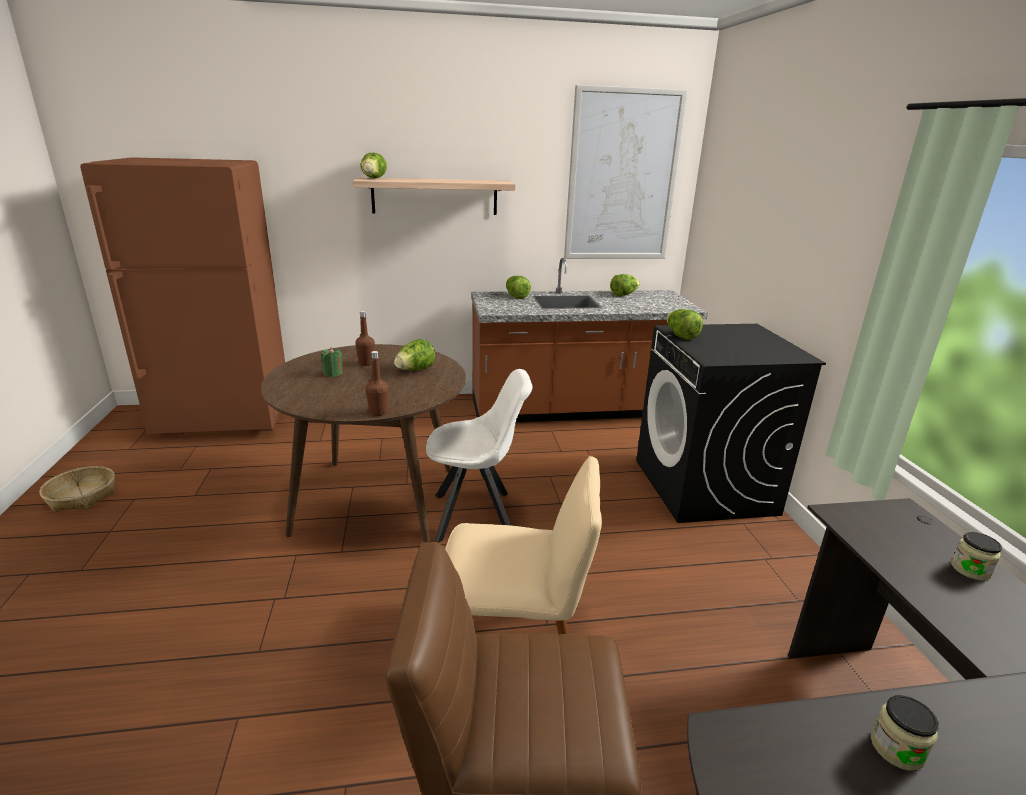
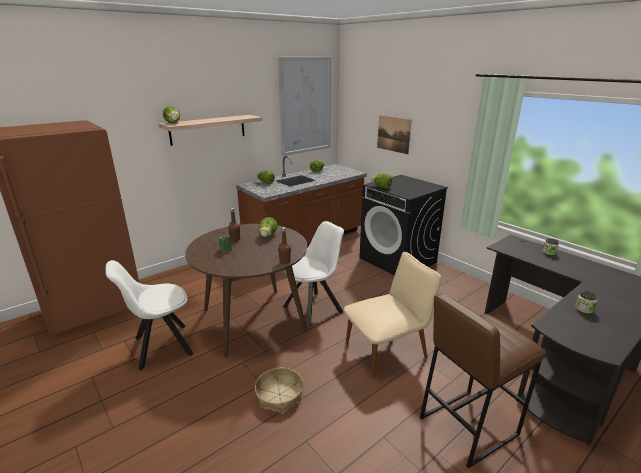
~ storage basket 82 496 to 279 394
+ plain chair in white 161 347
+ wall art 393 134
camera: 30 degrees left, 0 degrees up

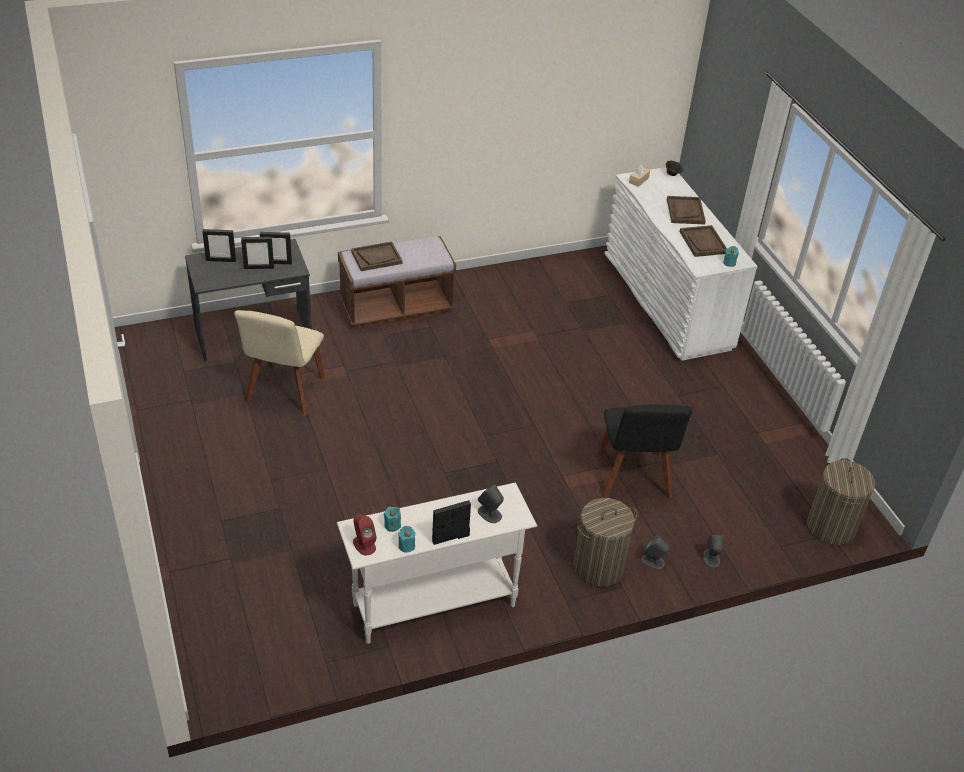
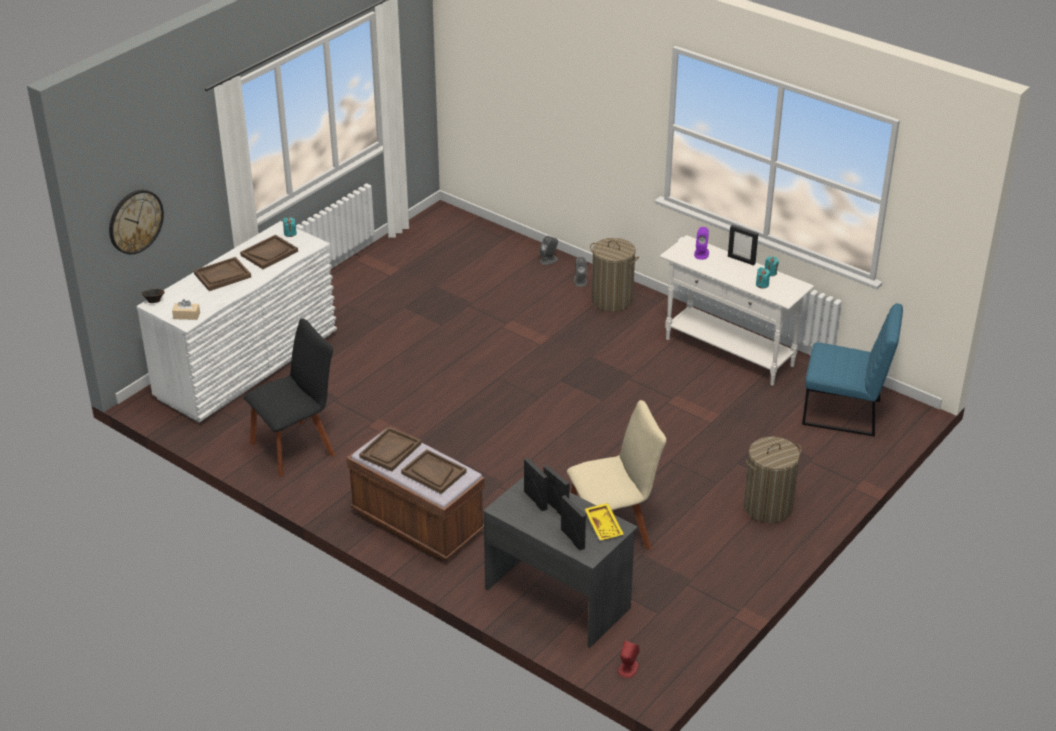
~ speaker in reddish 364 544 to 628 668
~ speaker in gray 490 514 to speaker in purple 701 253
~ plain chair in black-coloured 634 478 to 296 447
~ laundry basket 831 527 to 768 507
+ clock on the wall 135 221
+ tray in brown 390 451
+ tray in yellowish 604 526
+ plain chair in blue-coloured 844 413
camera: 120 degrees left, 5 degrees down

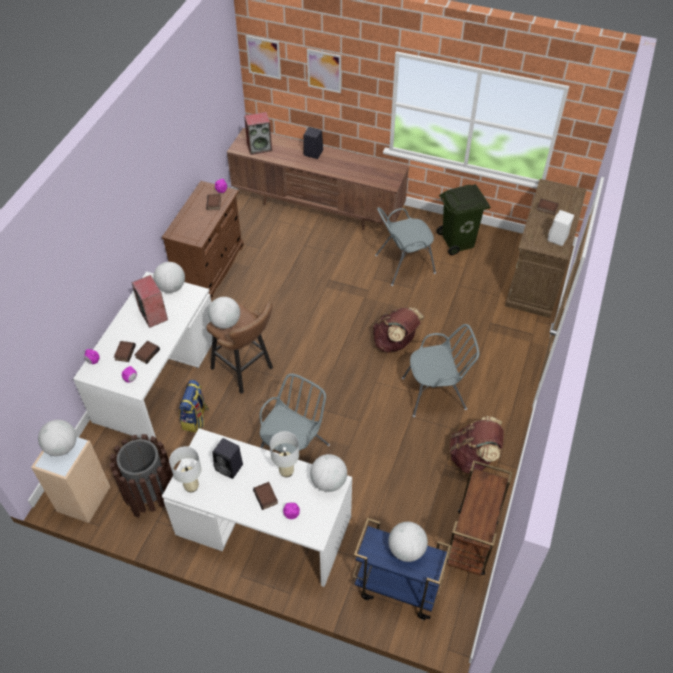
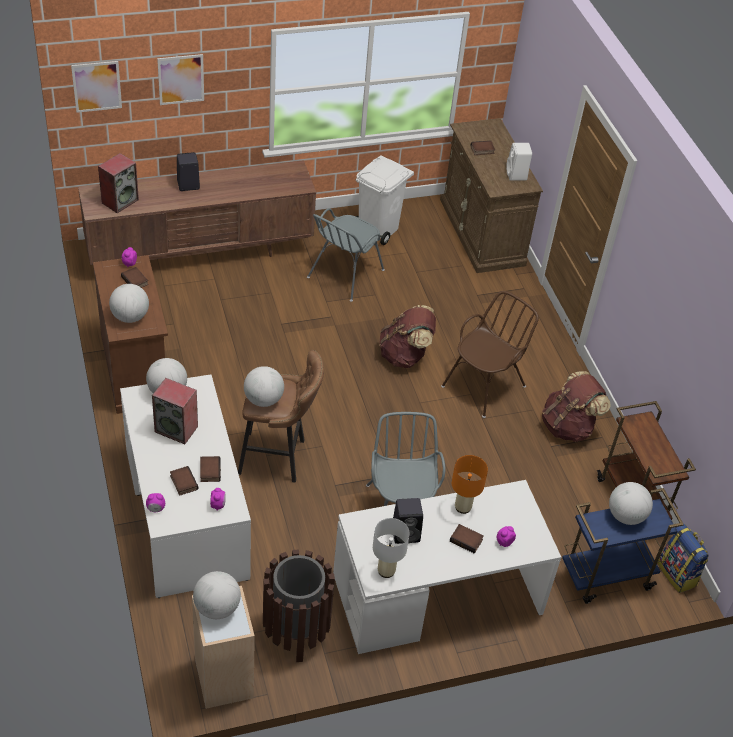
~ backpack 195 419 to 678 574
~ tabletop lamp in white 286 471 to tabletop lamp in orange-coloured 462 507
~ world globe 328 482 to 130 317
~ plain chair in gray 436 392 to plain chair in brown 485 384
~ rubbish bin in greenish 458 242 to rubbish bin in white 379 228
camera: 40 degrees left, 5 degrees down

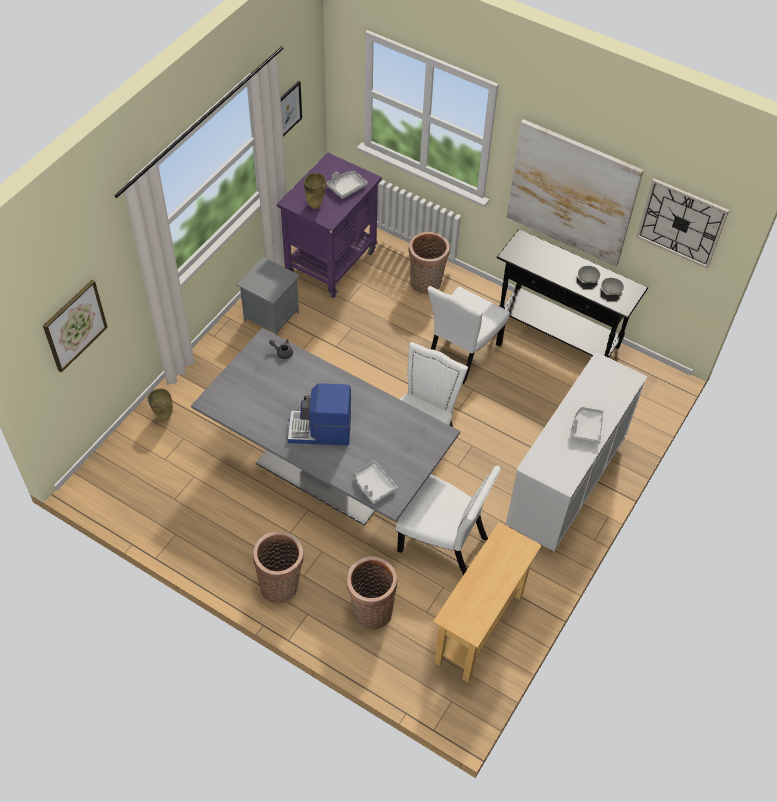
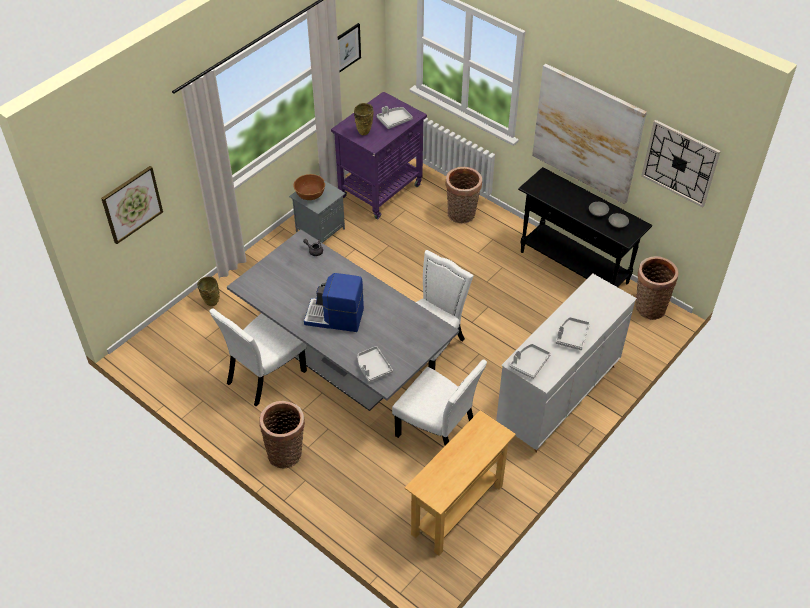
~ storage basket 371 610 to 648 307
~ plain chair in white 462 352 to 266 374
+ bowl in brown 310 194
+ tray in gray 529 363
camera: 10 degrees right, 5 degrees down

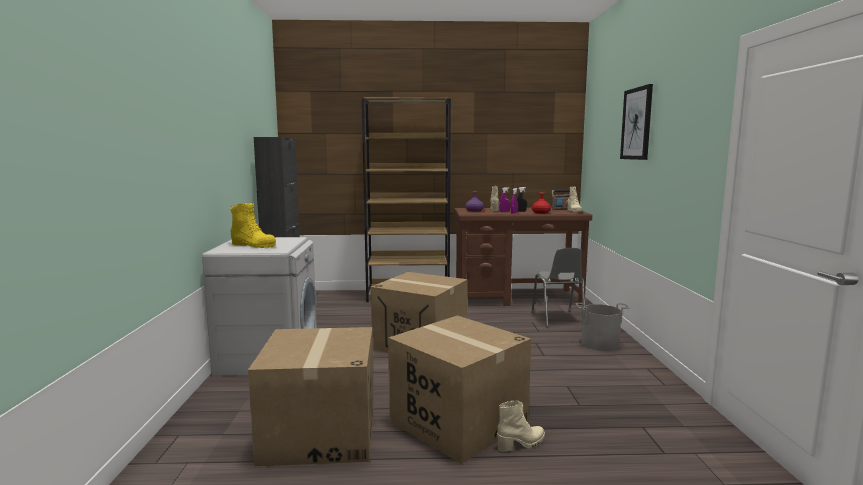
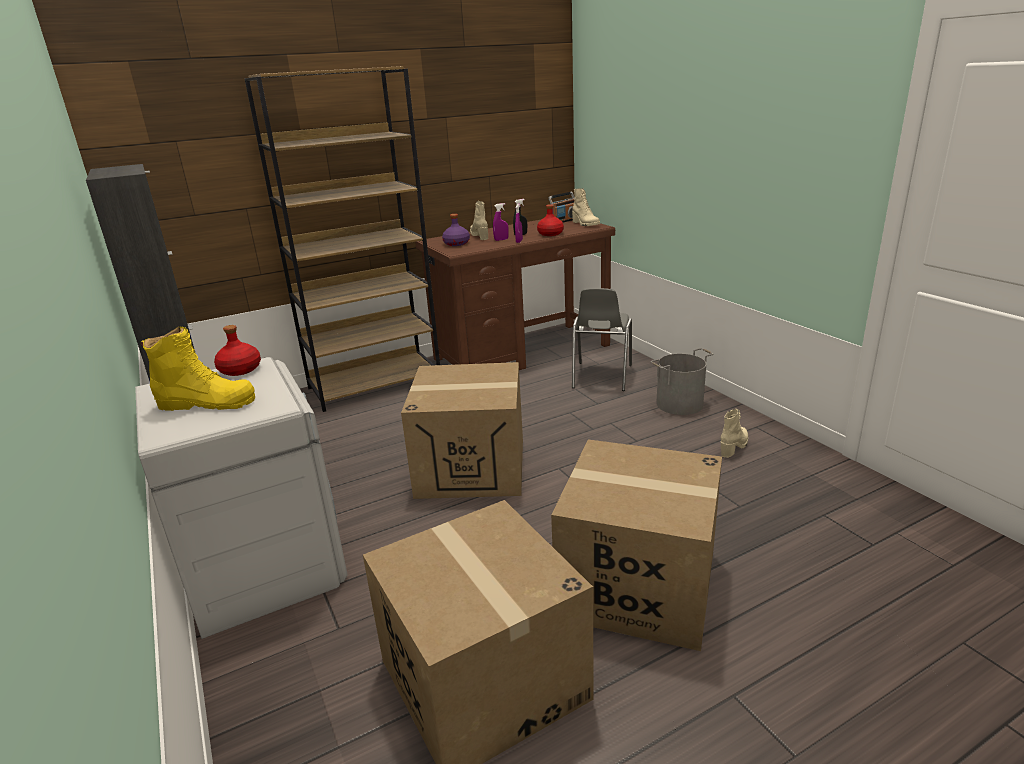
~ high-top boot in beige 521 444 to 734 446
~ plain chair in gray 557 319 = 601 377 45 degrees clockwise
- wall art 637 124
+ beverage bottle in reddish 239 370
camera: 25 degrees left, 15 degrees up

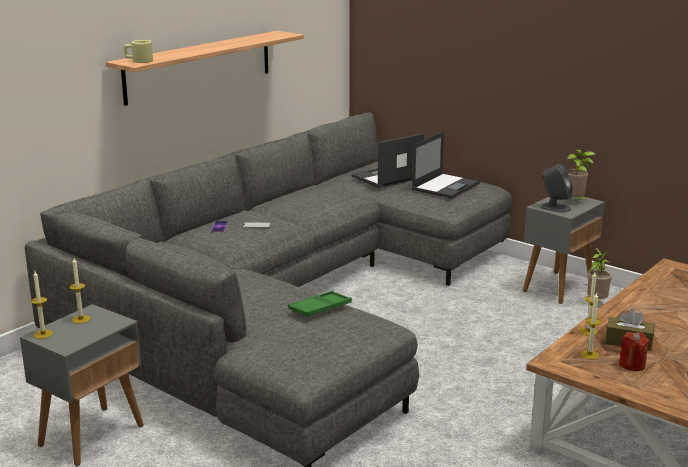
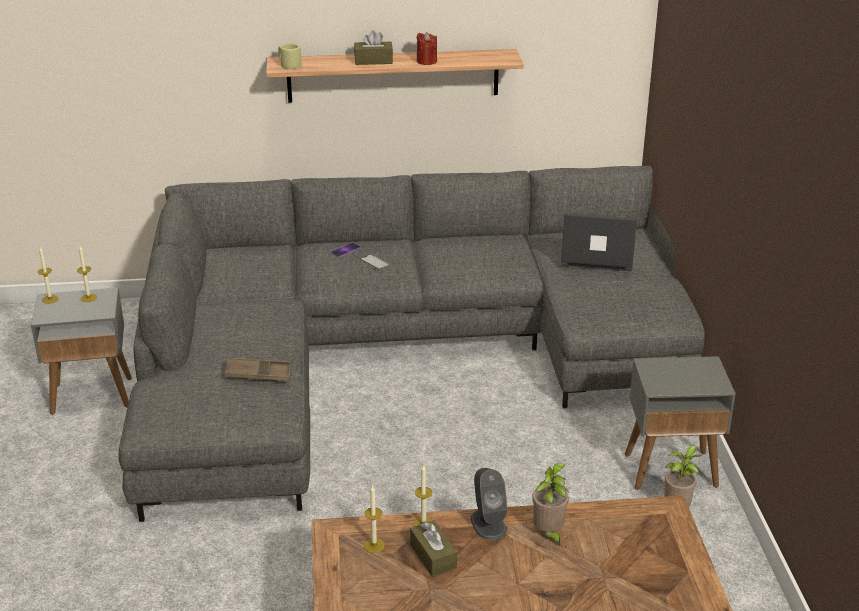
~ tray in greenish 320 308 to tray in brown 258 374
- laptop 446 186
~ speaker in gray 555 208 to 488 524
~ potted plant 575 202 to 548 534
~ wax light in reddish 632 365 to 426 61
+ tissue box in brown 373 61
camera: 45 degrees right, 10 degrees up

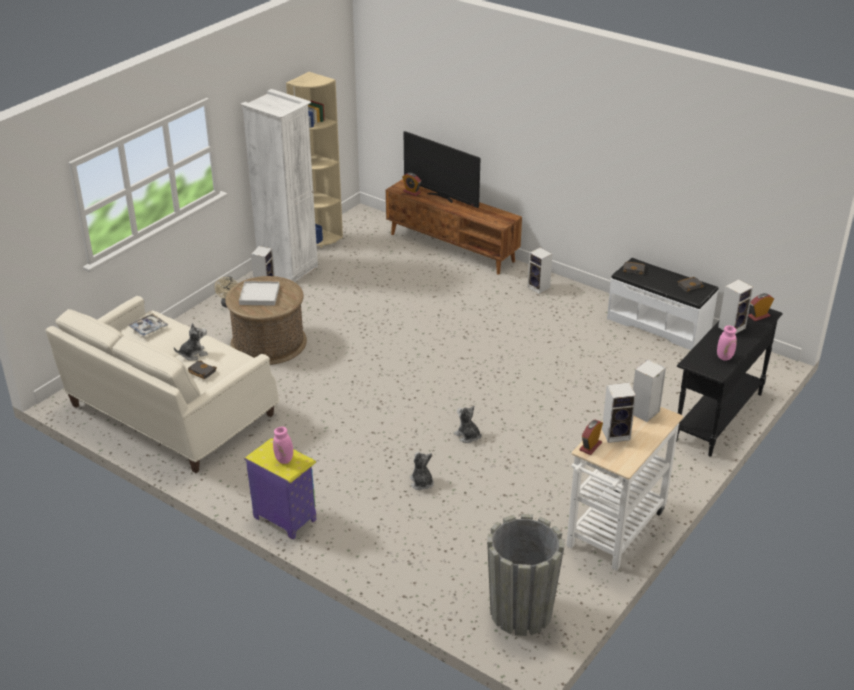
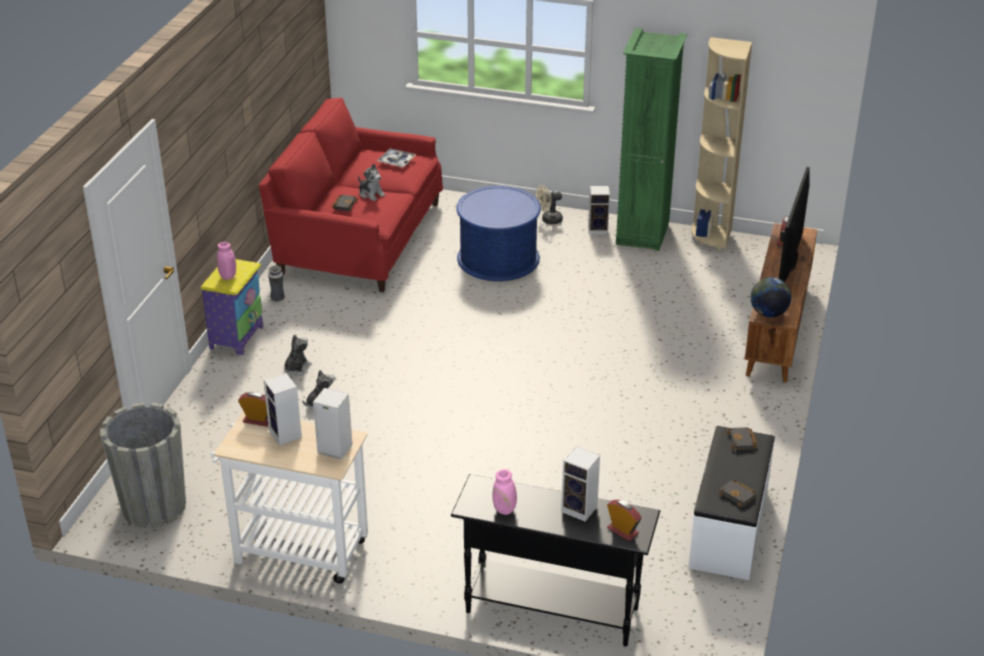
~ couch in white 170 412 to couch in reddish 358 238
~ lounge table in brown 268 343 to lounge table in blue-coloured 498 259
- tray in white 259 295
~ cupboard in white 288 268 to cupboard in greenish 643 234
~ cuddly toy 467 436 to 296 368
- speaker 539 288
+ vase 278 299
+ world globe 768 314
camera: 70 degrees right, 0 degrees up

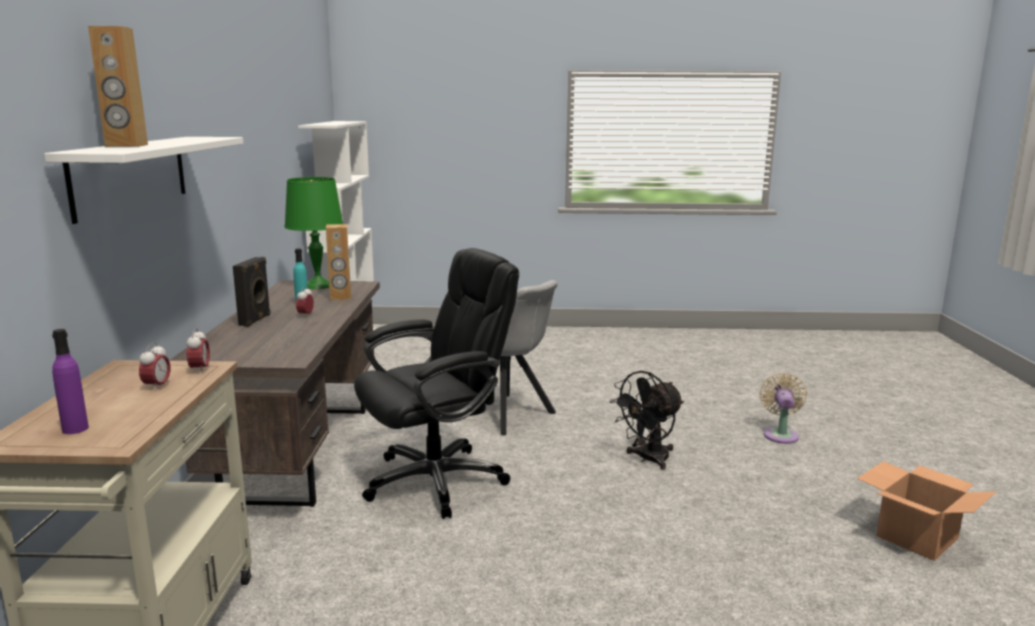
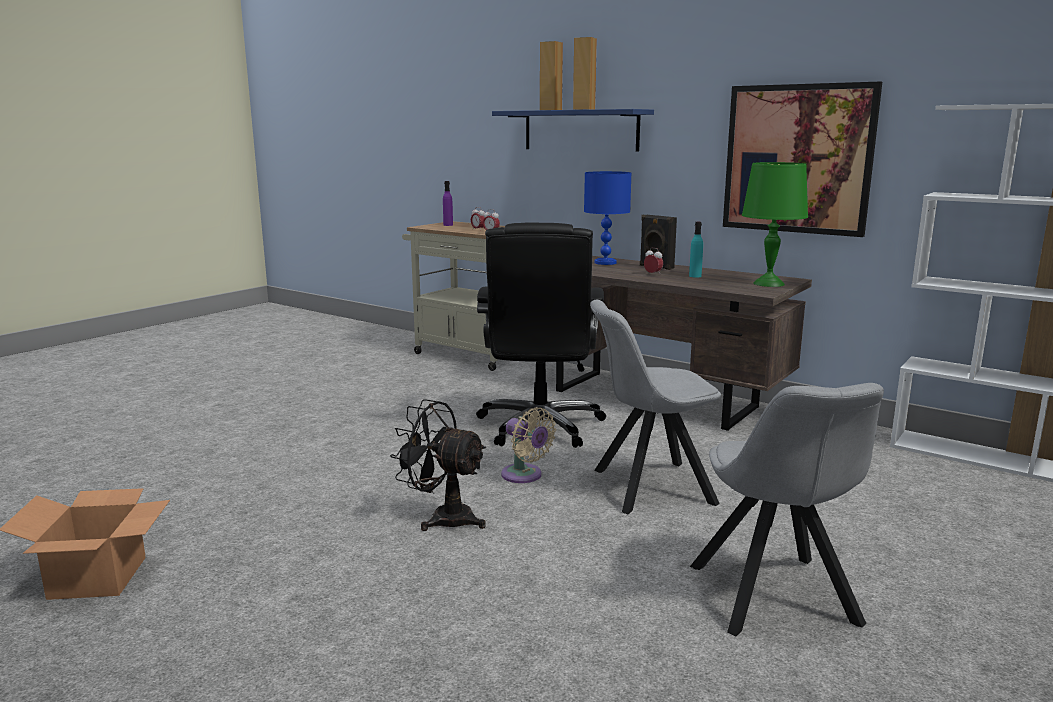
~ wall shelf in white 131 175 to wall shelf in blue-coloured 580 130
~ speaker in brown 340 297 to 583 109
~ cooling fan in black-coloured 647 459 = 443 517 60 degrees counterclockwise
~ cooling fan in beige 780 434 to 524 476
+ tabletop lamp in blue-coloured 606 263
+ plain chair in gray 774 597
+ wall art 797 159
camera: 125 degrees right, 0 degrees up

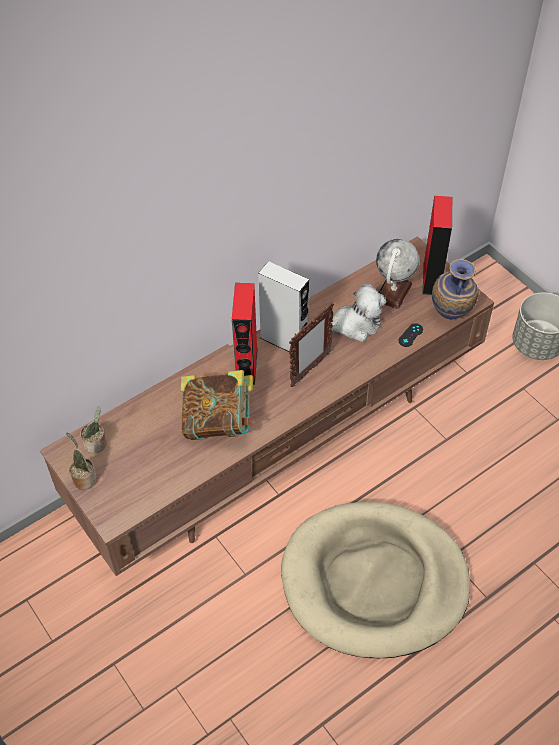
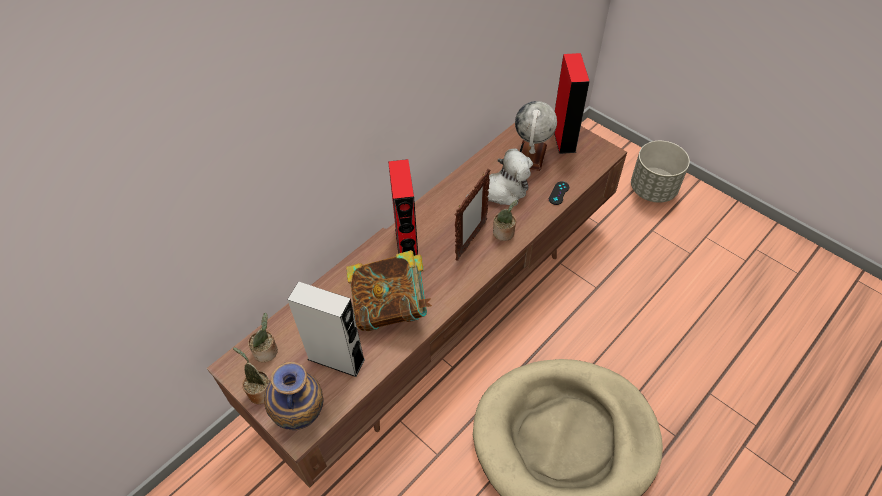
~ speaker in gray 284 341 to 336 359
~ vase 450 316 to 302 418
+ potted plant 504 233
camera: 10 degrees left, 0 degrees up

